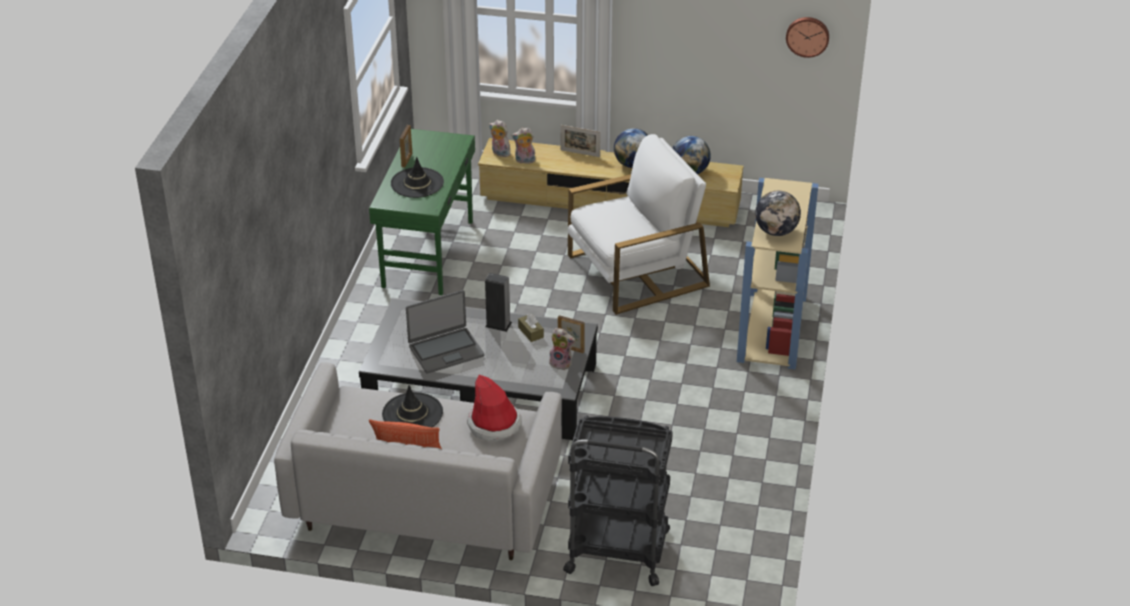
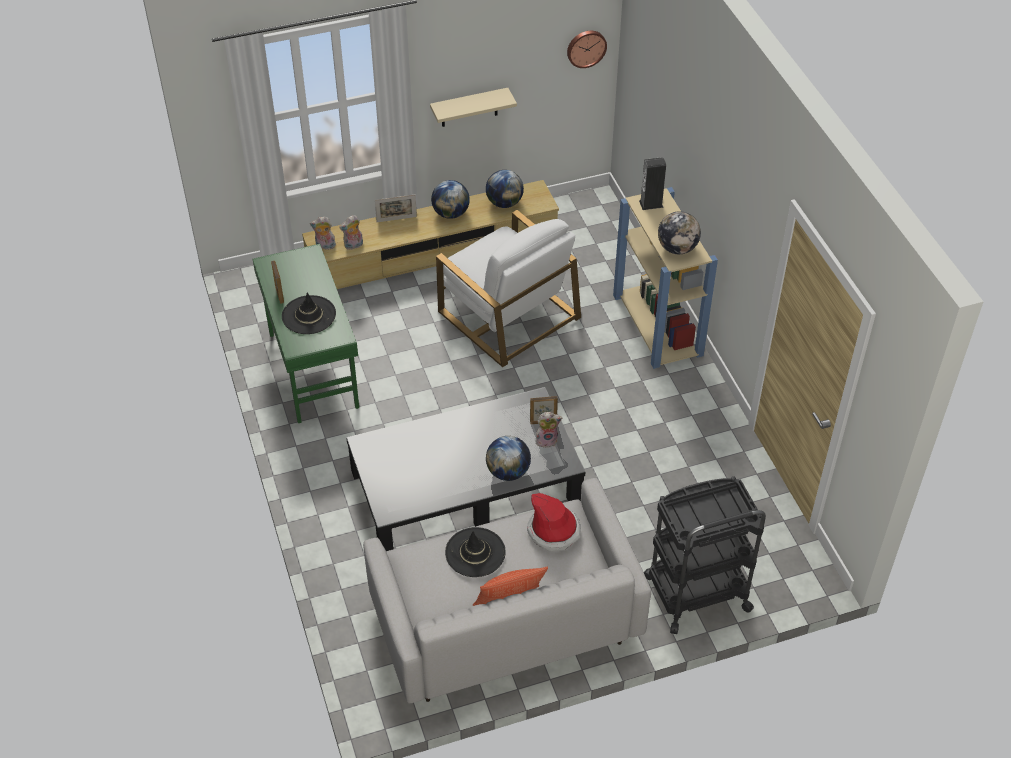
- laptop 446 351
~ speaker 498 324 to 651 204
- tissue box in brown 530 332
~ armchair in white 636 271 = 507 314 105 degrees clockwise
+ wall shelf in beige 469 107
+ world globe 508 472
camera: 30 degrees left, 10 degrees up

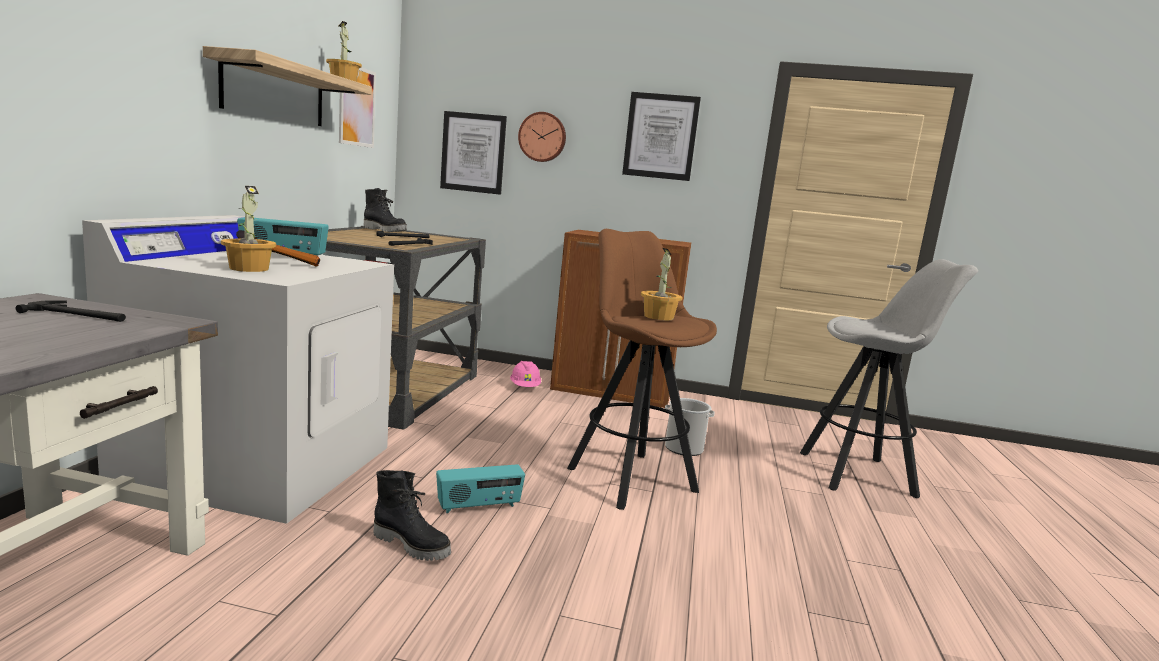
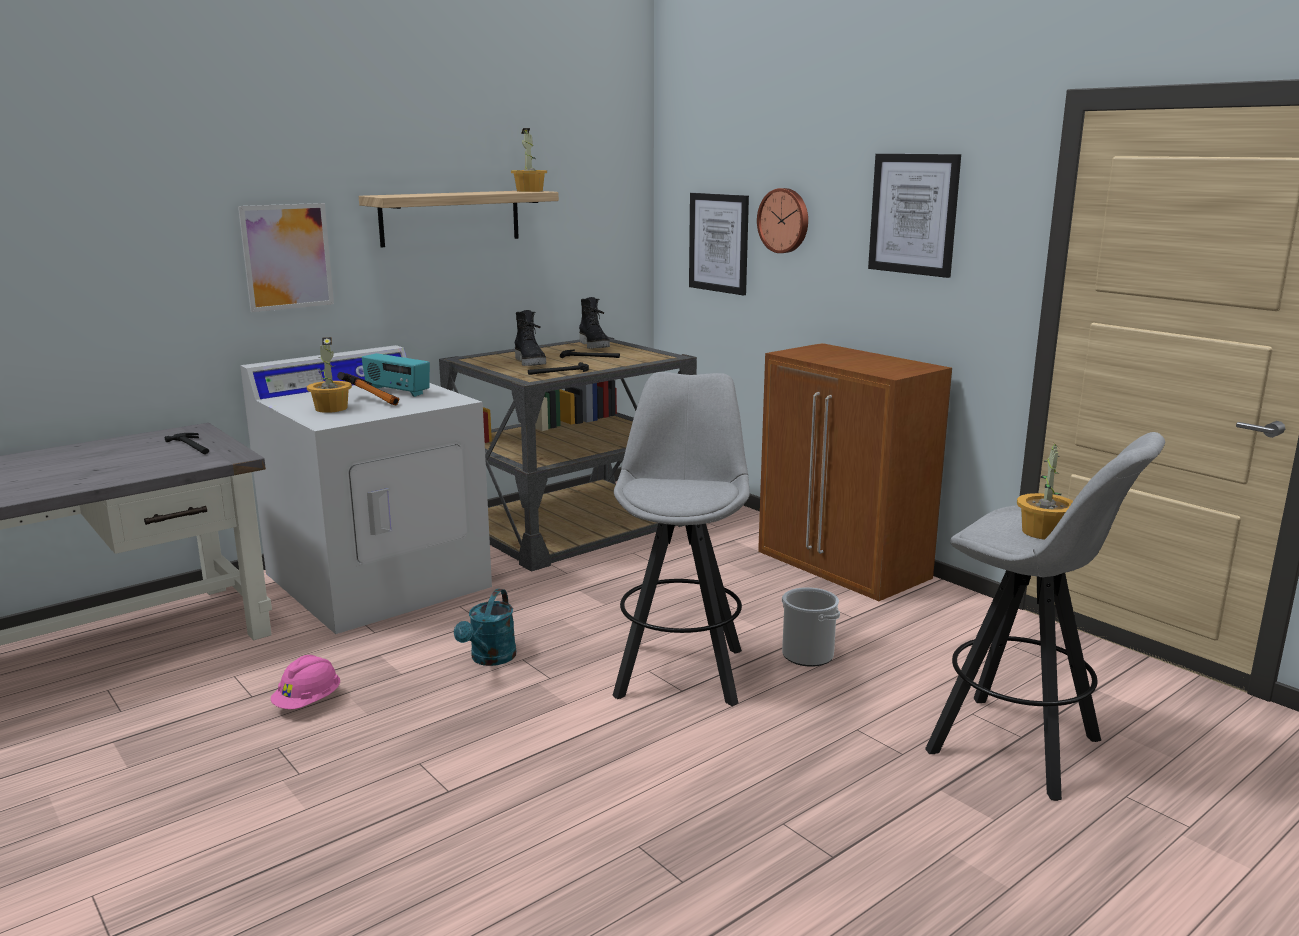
~ wall art 357 106 to 287 256
~ high-top boot in black-coloured 412 544 to 531 362
~ radio 479 506 to watering pot in turquoise 490 659
~ work helmet in pink 525 387 to 308 702
~ stool in brown 629 477 to stool in gray 681 670
~ potted plant 658 317 to 1042 532
camera: 40 degrees right, 5 degrees up

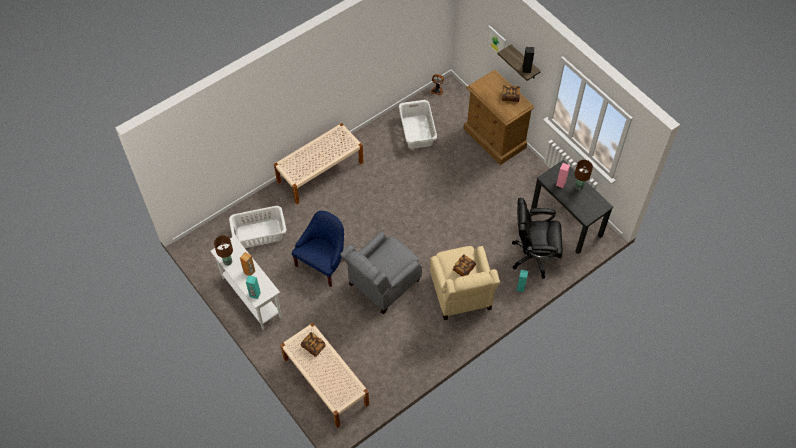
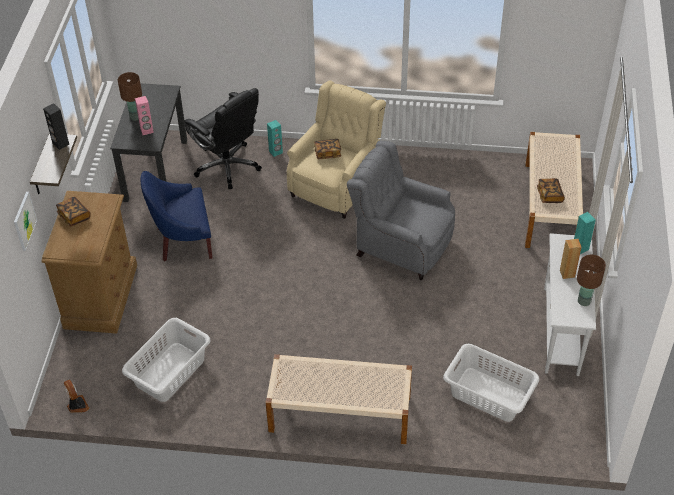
~ armchair in blue-coloured 323 263 to 183 240
~ armchair in gray 383 283 = 402 245 150 degrees counterclockwise
camera: 135 degrees left, 10 degrees down

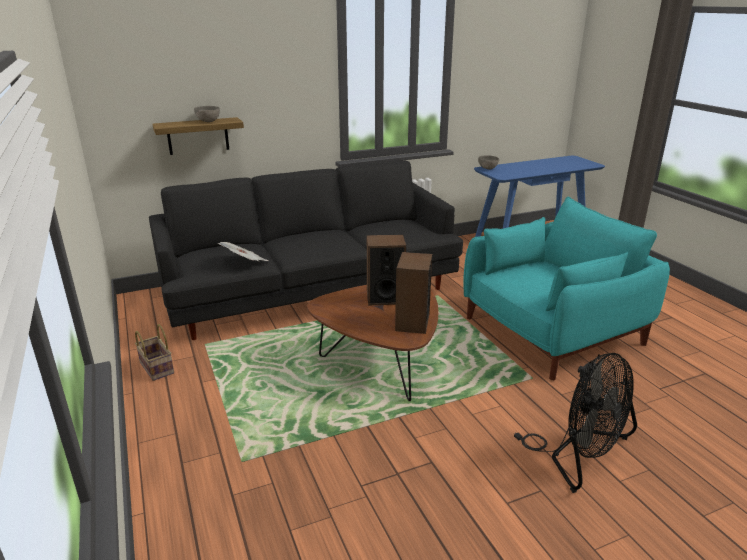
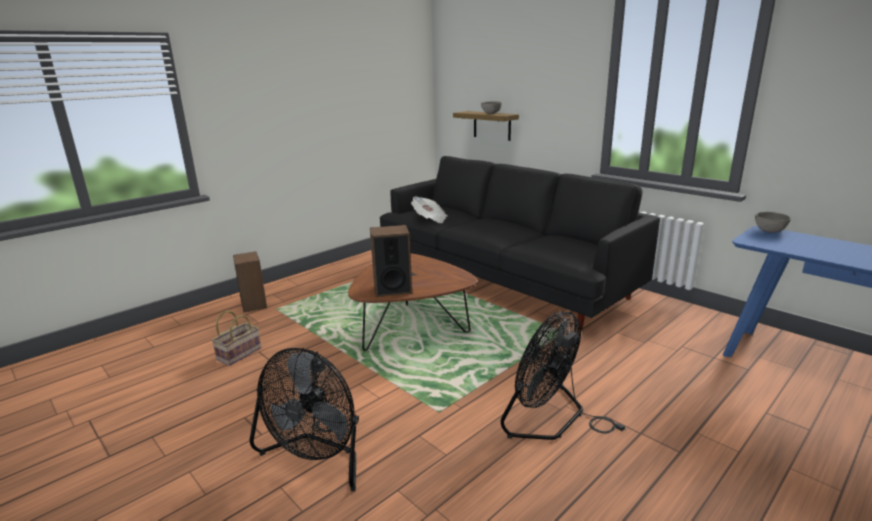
~ storage basket 155 367 to 239 353
~ speaker 385 298 to 254 304
~ armchair in turquoise 552 331 to cooling fan in black-coloured 557 417
camera: 70 degrees right, 5 degrees down

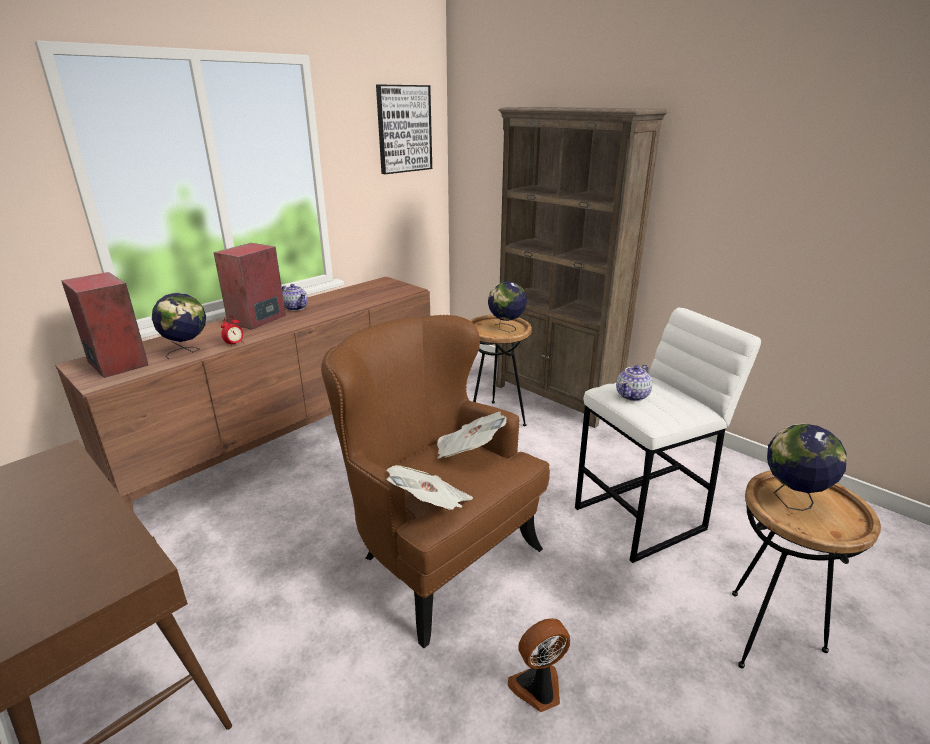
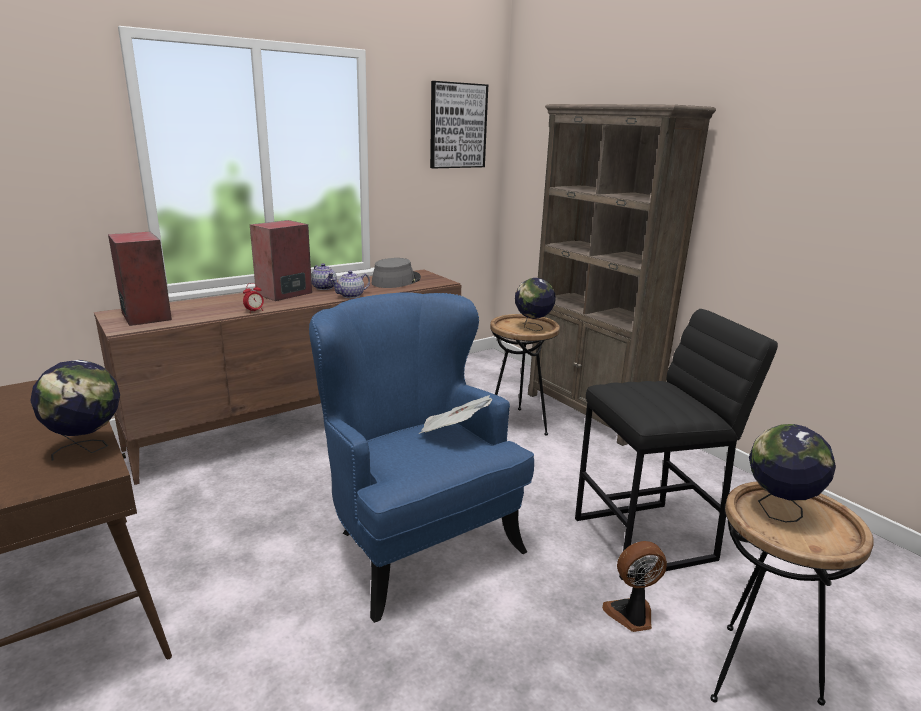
~ world globe 187 351 to 88 449
~ armchair in brown 437 554 to armchair in blue-coloured 416 541
- newspaper 431 505
~ cooling fan 538 689 to 631 615
~ stool in white 641 517 to stool in black-coloured 647 538
~ teapot 633 395 to 351 296
+ wearable hat in gray 396 281
camera: 10 degrees right, 5 degrees down

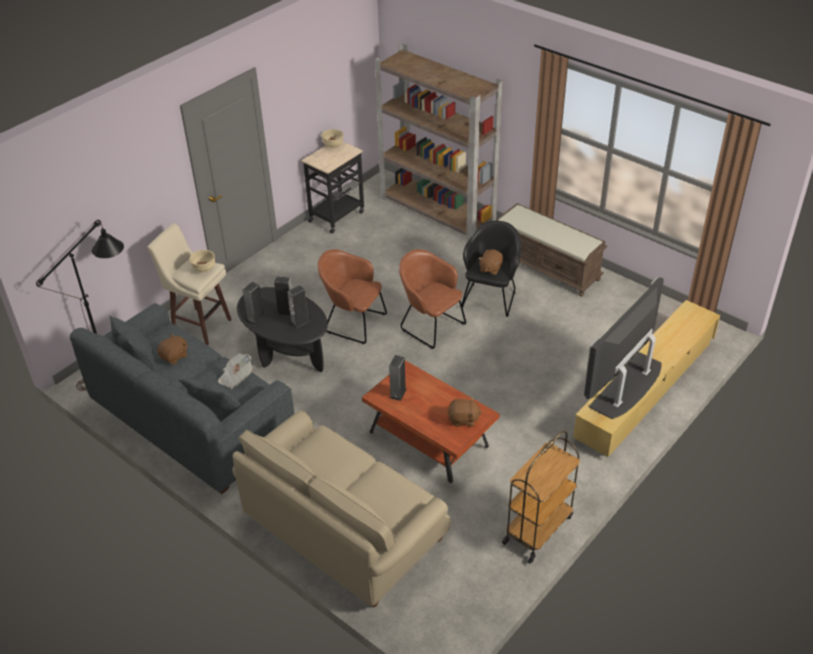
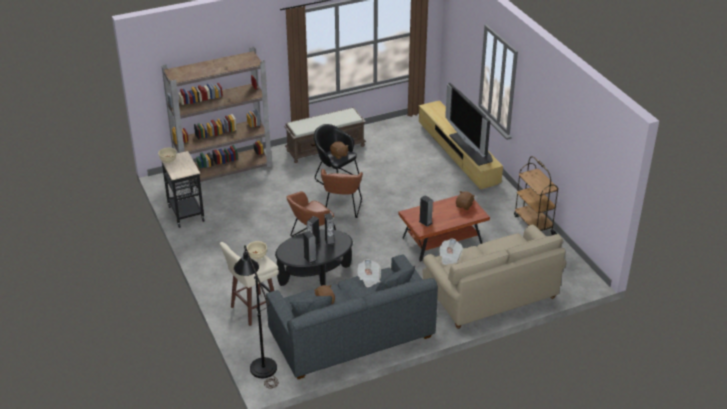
~ armchair in brown 430 325 = 341 209 60 degrees counterclockwise
+ newspaper 449 257
camera: 65 degrees left, 5 degrees down

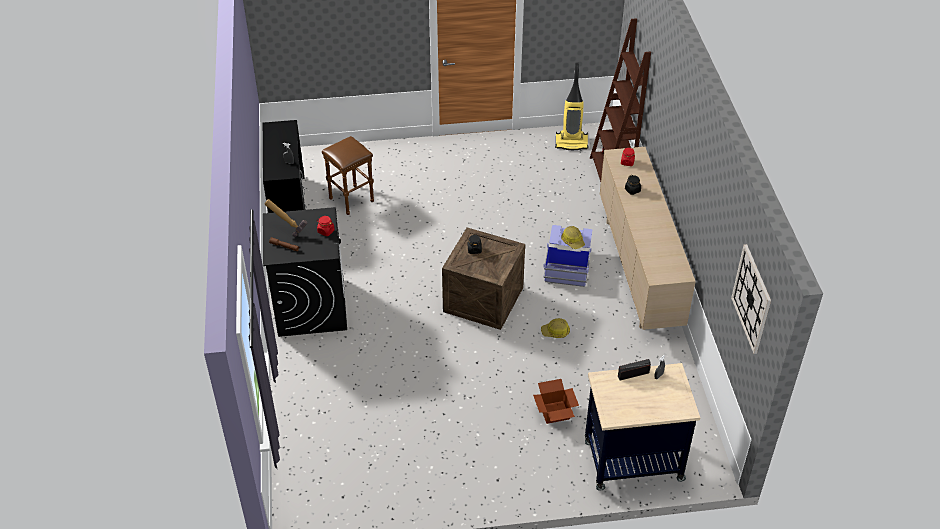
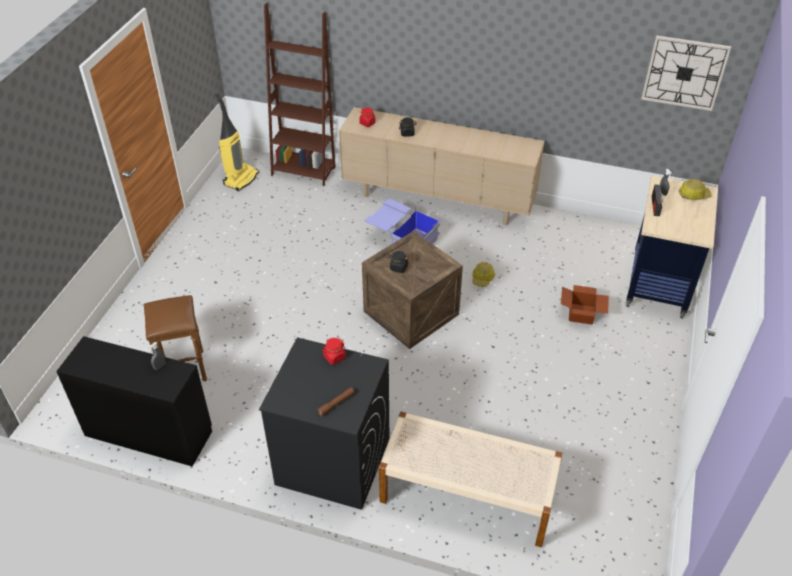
- hand hammer 288 229
~ work helmet 573 241 to 693 195
+ bench in beige 467 495
camera: 65 degrees left, 0 degrees up

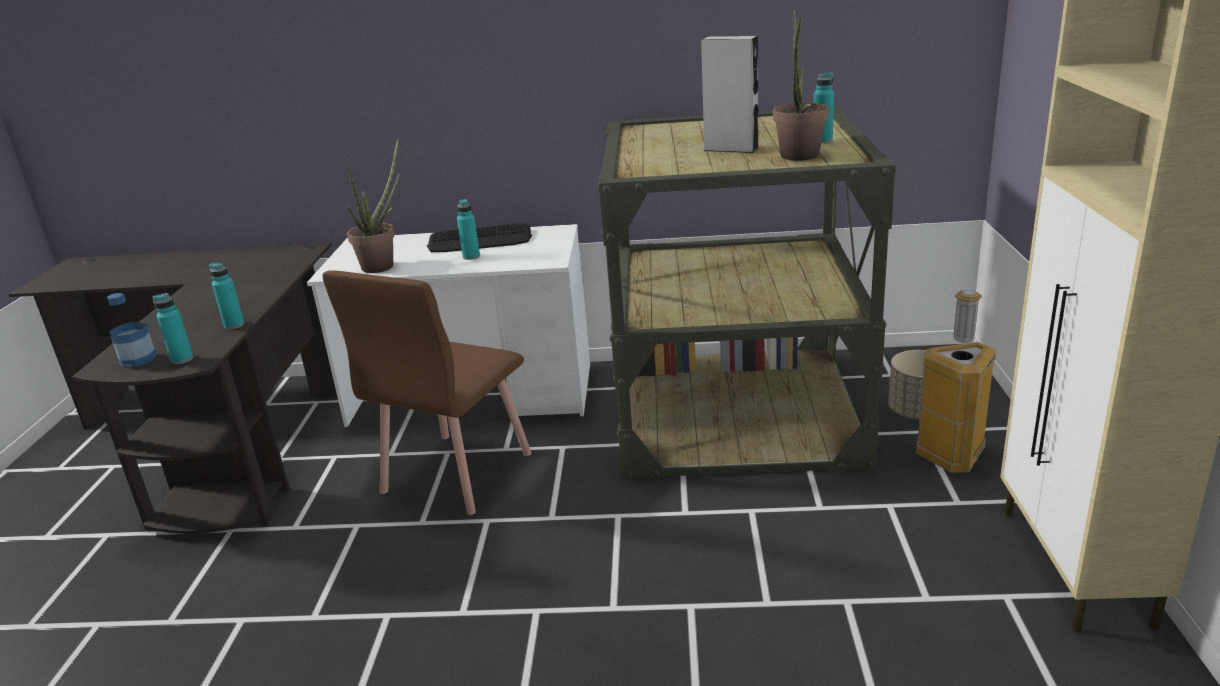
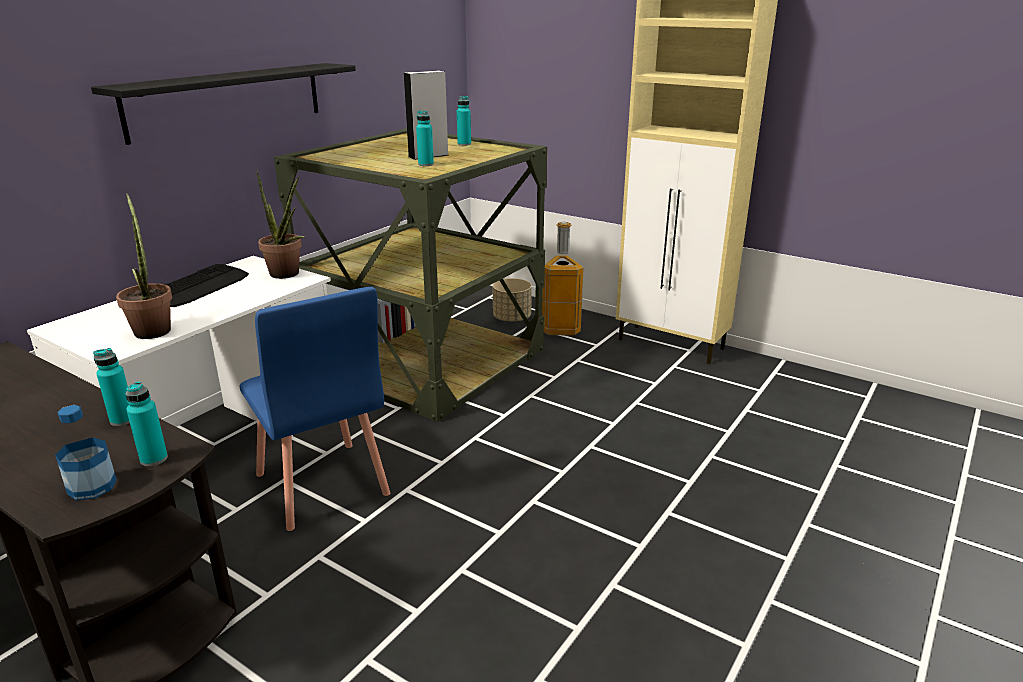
~ plain chair in brown 455 473 to plain chair in blue-coloured 321 485
~ beverage bottle in turquoise 471 257 to 426 164
~ potted plant 799 158 to 288 275
+ wall shelf in black-coloured 228 100
camera: 60 degrees left, 0 degrees up

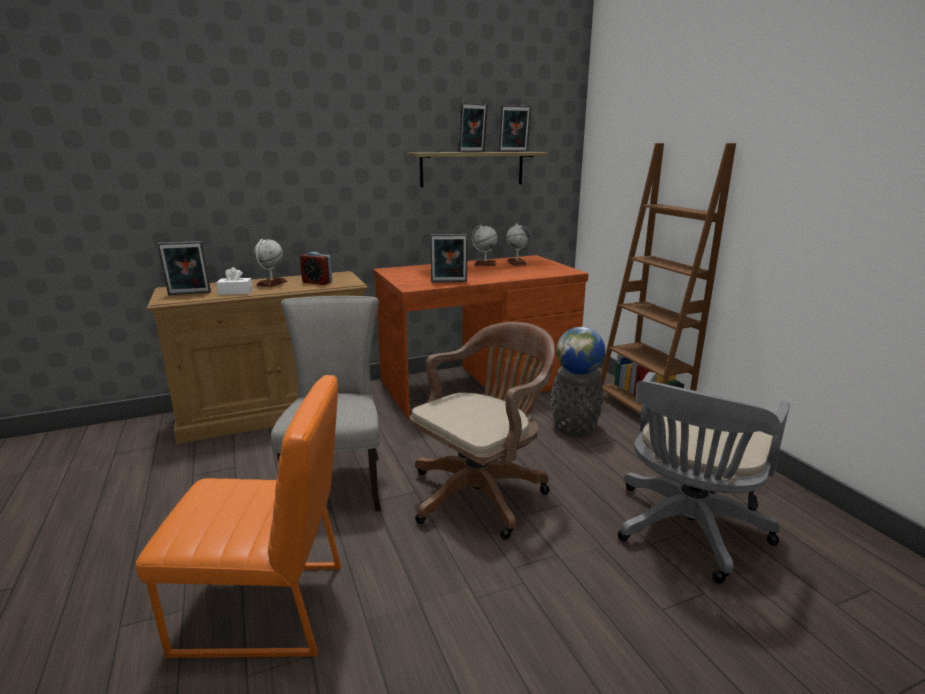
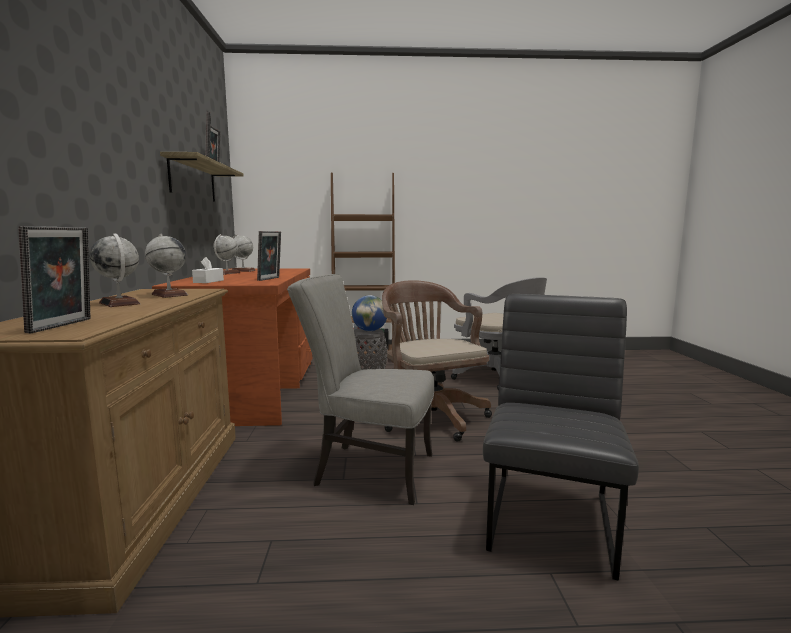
~ plain chair in orange-coloured 267 608 to plain chair in gray 551 517
~ tissue box in white 235 292 to 208 281
~ table clock 317 282 to world globe 169 295
camera: 70 degrees left, 10 degrees down

